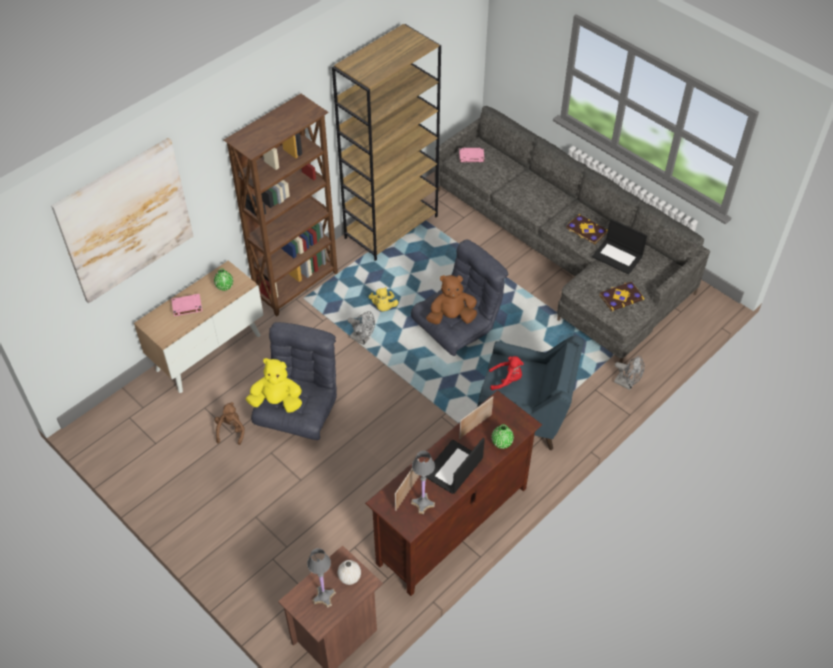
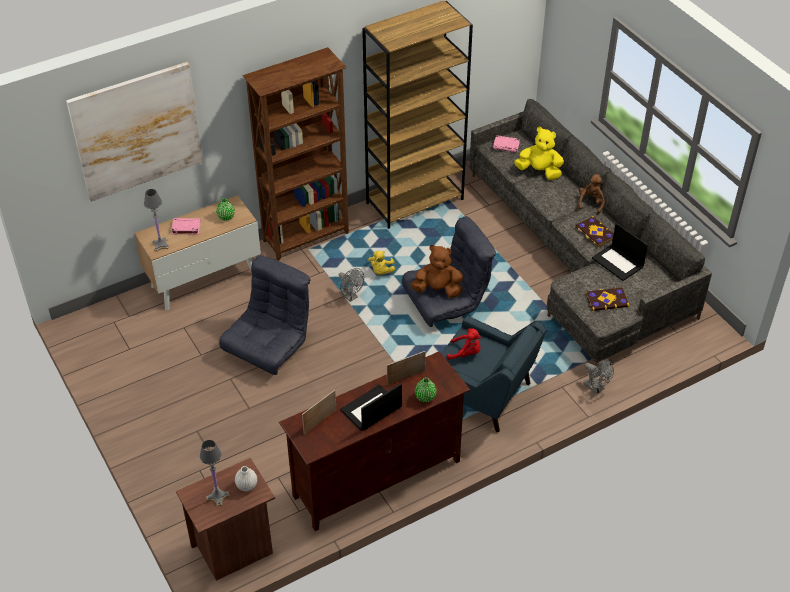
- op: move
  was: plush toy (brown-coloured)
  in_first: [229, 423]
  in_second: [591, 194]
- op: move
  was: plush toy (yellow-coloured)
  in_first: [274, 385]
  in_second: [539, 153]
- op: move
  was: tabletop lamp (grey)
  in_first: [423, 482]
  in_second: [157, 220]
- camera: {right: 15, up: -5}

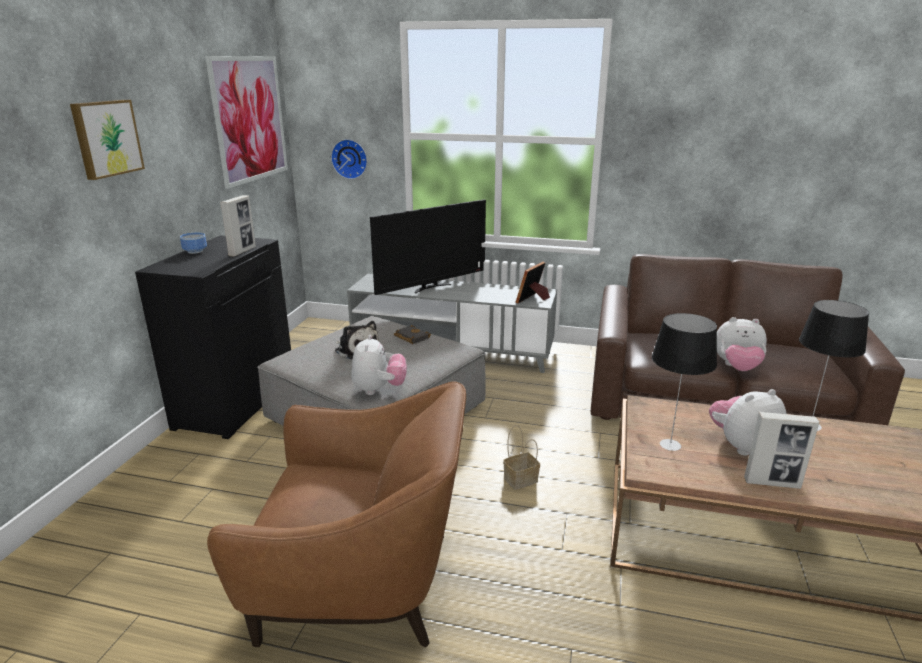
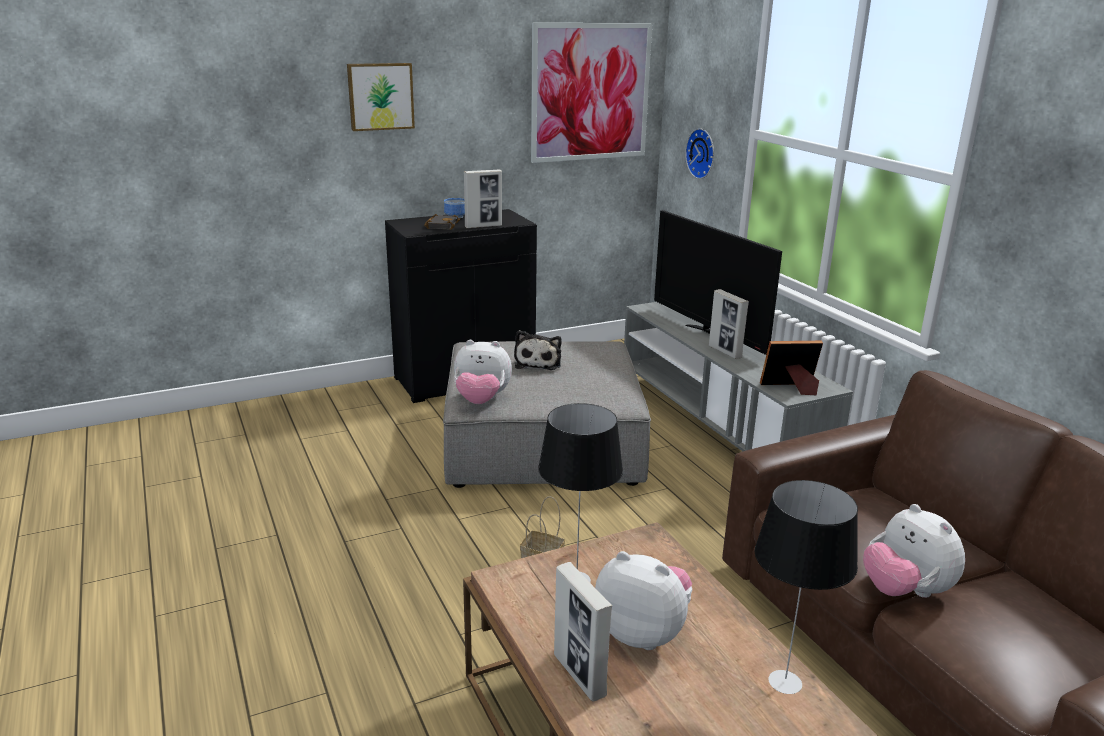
- op: delete
  was: lounge chair (brown-coloured)
  in_first: [336, 514]
- op: rotate
  was: plush toy
  in_first: [379, 365]
  in_second: [483, 372]
  clockwise: 45
- op: rotate
  was: television
  in_first: [428, 247]
  in_second: [718, 282]
  clockwise: 45
- op: move
  was: bound book (blackish)
  in_first: [412, 334]
  in_second: [442, 222]
- op: insert
  now: picture frame
  in_second: [729, 324]
- camera: {right: 50, up: 0}

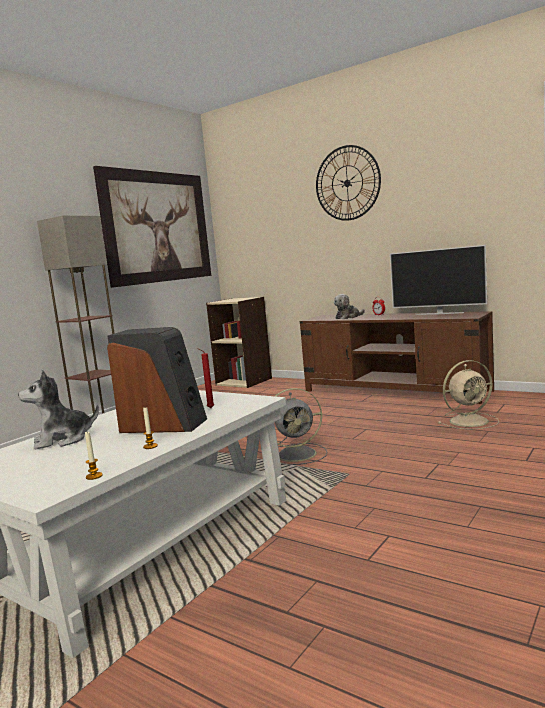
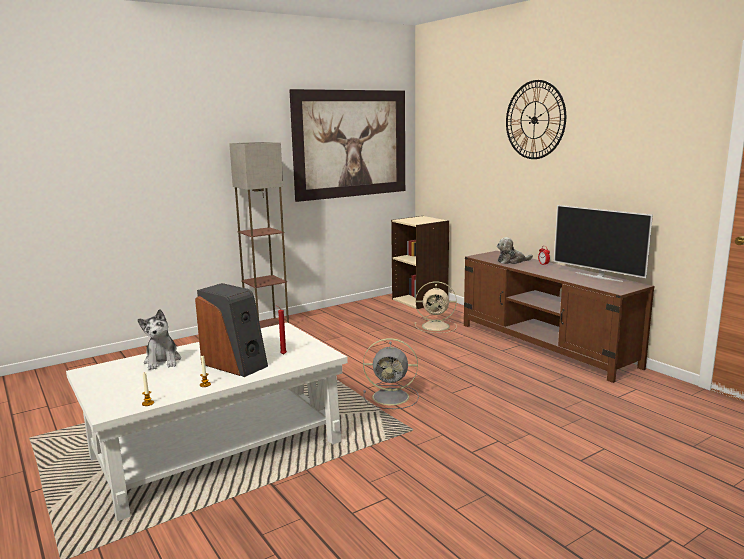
- op: rotate
  was: plush toy
  in_first: [58, 410]
  in_second: [159, 339]
  clockwise: -105
- op: move
  was: fan (beige)
  in_first: [469, 395]
  in_second: [435, 307]
- camera: {right: 20, up: 5}

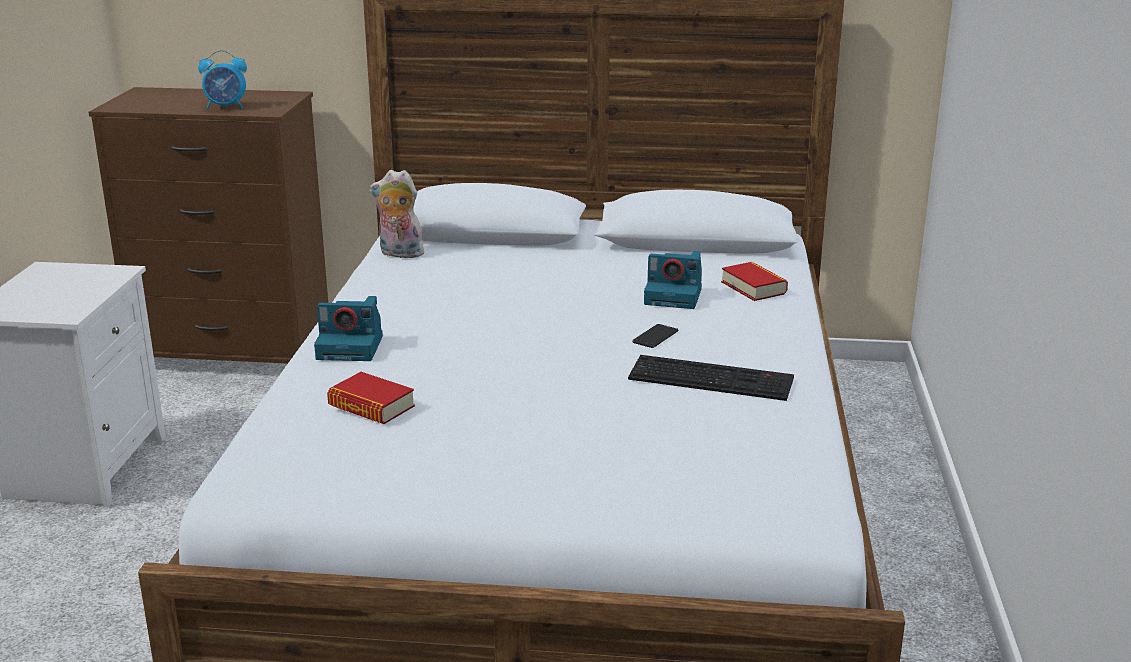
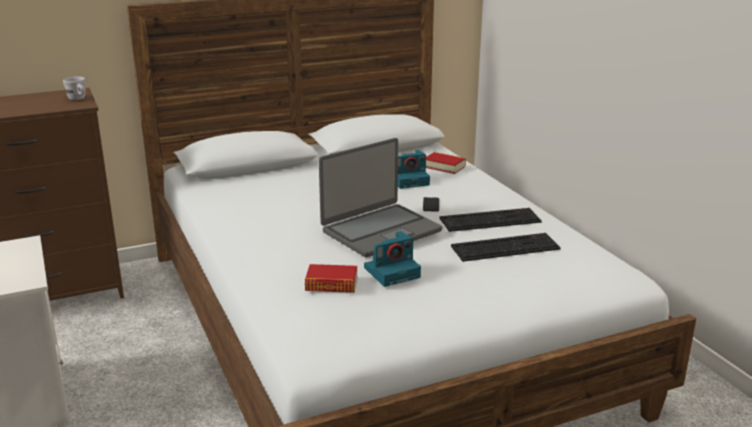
- op: delete
  was: table clock
  in_first: [222, 80]
- op: move
  was: still camera
  in_first: [348, 328]
  in_second: [392, 259]
- op: delete
  was: plush toy
  in_first: [397, 214]
- op: insert
  now: coffee mug (white-coloured)
  in_second: [74, 88]
- op: insert
  now: notebook computer
  in_second: [380, 197]
- op: insert
  now: PC keyboard
  in_second: [506, 247]
- camera: {right: -30, up: 0}

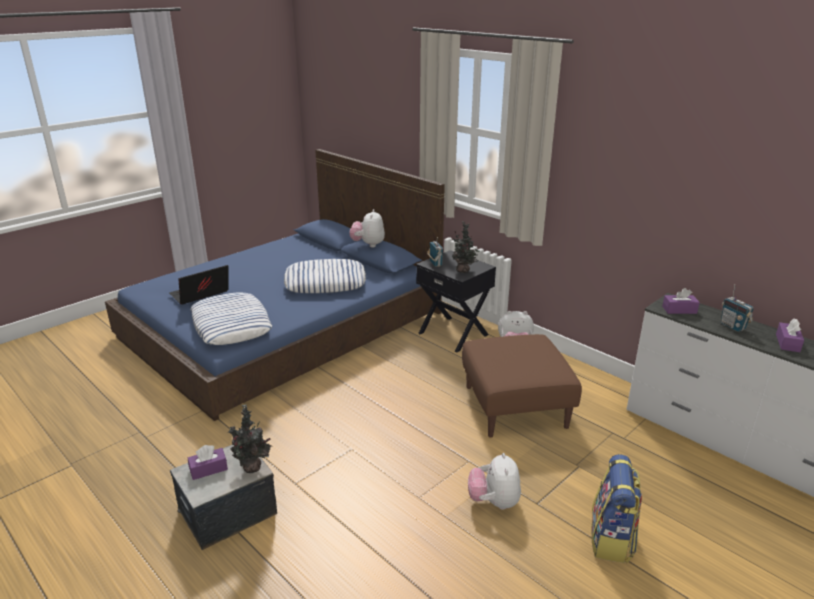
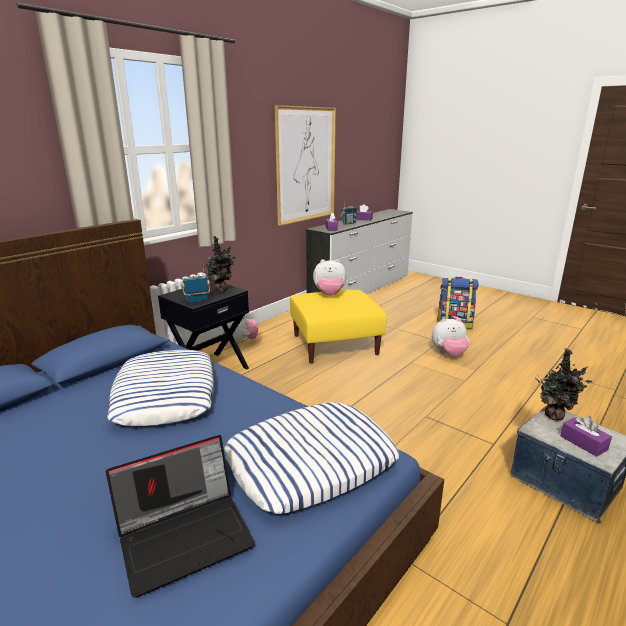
- op: rotate
  was: notebook computer
  in_first: [199, 285]
  in_second: [180, 516]
  clockwise: -75
- op: move
  was: plush toy
  in_first: [367, 228]
  in_second: [330, 277]
- op: recolor
  was: footrest (brown-coloured)
  now: footrest (yellow-coloured)
  in_first: [522, 386]
  in_second: [338, 326]
- op: insert
  now: wall art
  in_second: [305, 165]
- camera: {right: -95, up: -5}

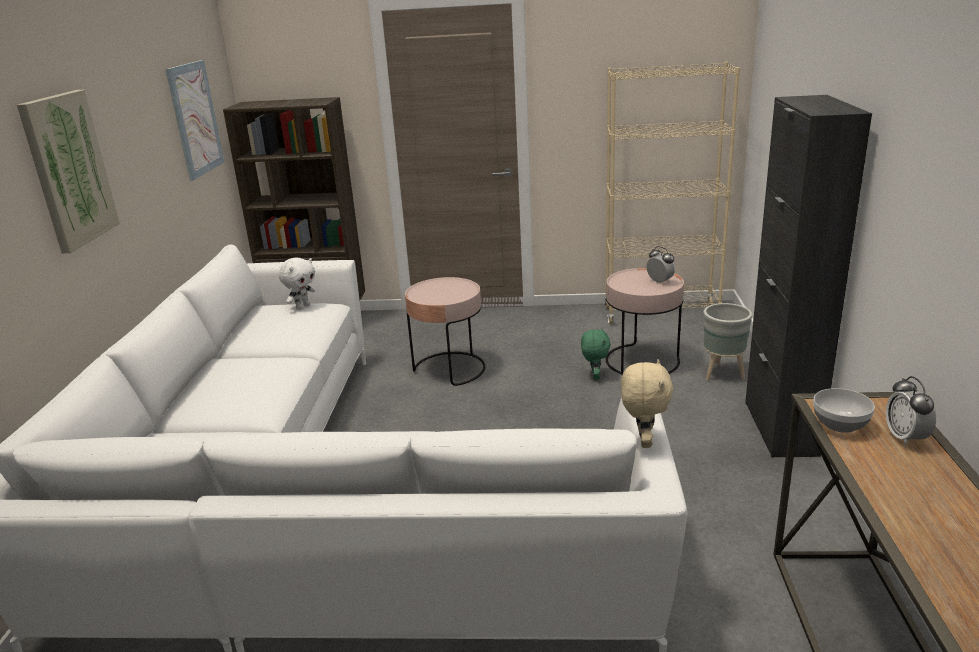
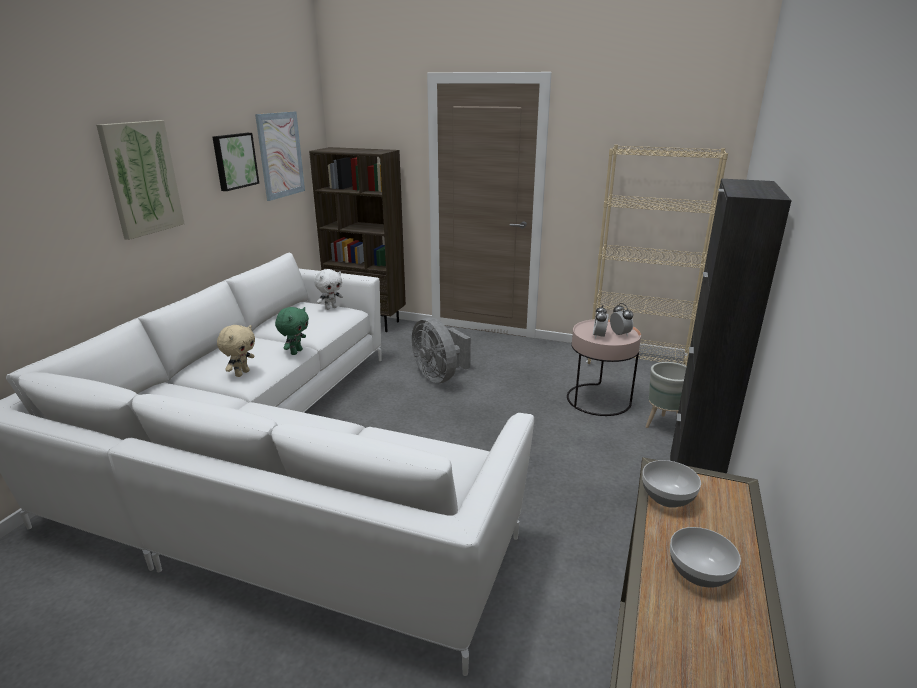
- op: replace
  was: side table (pinkish)
  now: fan (grey)
  in_first: [445, 331]
  in_second: [441, 350]
- op: move
  was: plush toy (green)
  in_first: [596, 354]
  in_second: [292, 331]
- op: move
  was: plush toy (beige)
  in_first: [647, 403]
  in_second: [236, 351]
- op: move
  was: table clock
  in_first: [911, 411]
  in_second: [601, 322]
- op: insert
  now: wall art
  in_second: [235, 162]
- op: insert
  now: deep dish
  in_second: [705, 557]
- camera: {right: 15, up: 0}

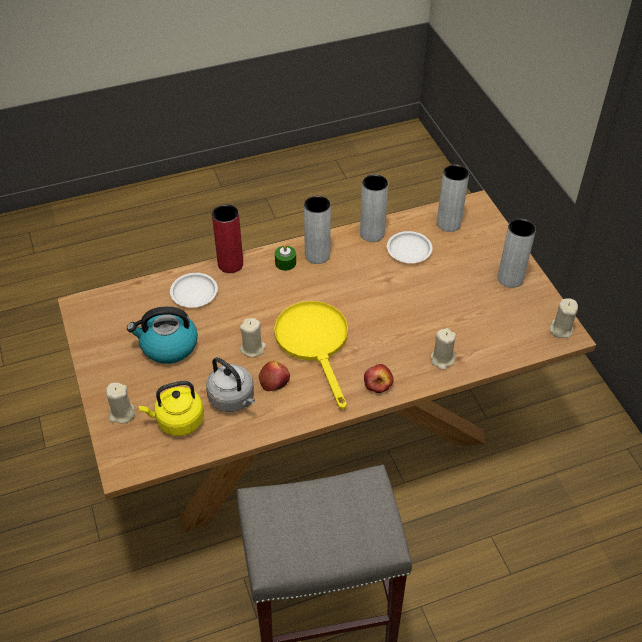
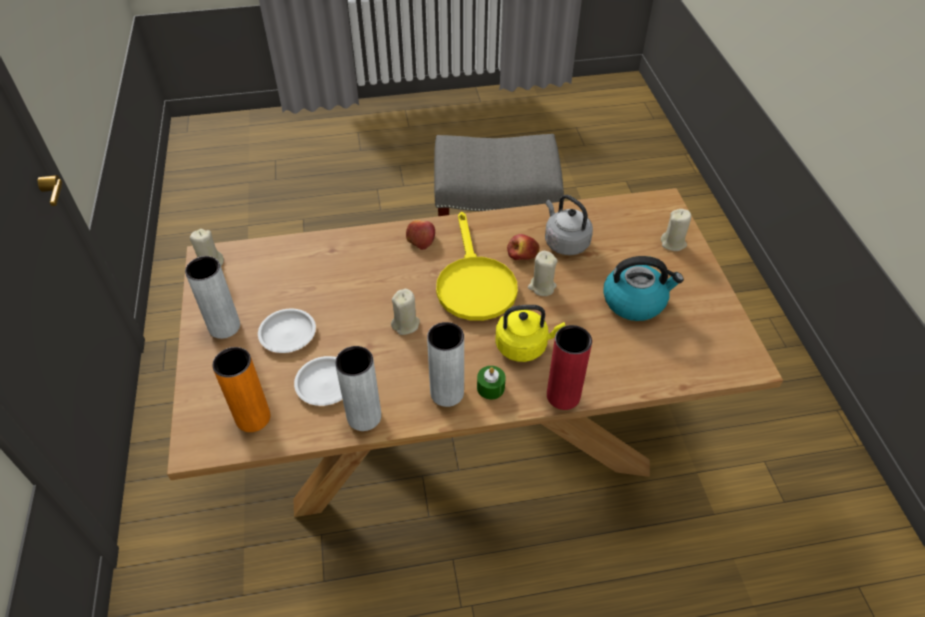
- op: move
  was: tea kettle (yellow-coloured)
  in_first: [171, 408]
  in_second: [530, 333]
- op: move
  was: flat dish (white-coloured)
  in_first: [194, 290]
  in_second: [287, 331]
- op: move
  was: wax light (beige)
  in_first: [443, 349]
  in_second: [405, 312]
- op: recolor
  was: decorative vase (grey)
  now: decorative vase (orangey)
  in_first: [453, 198]
  in_second: [241, 389]
- camera: {right: -170, up: 0}

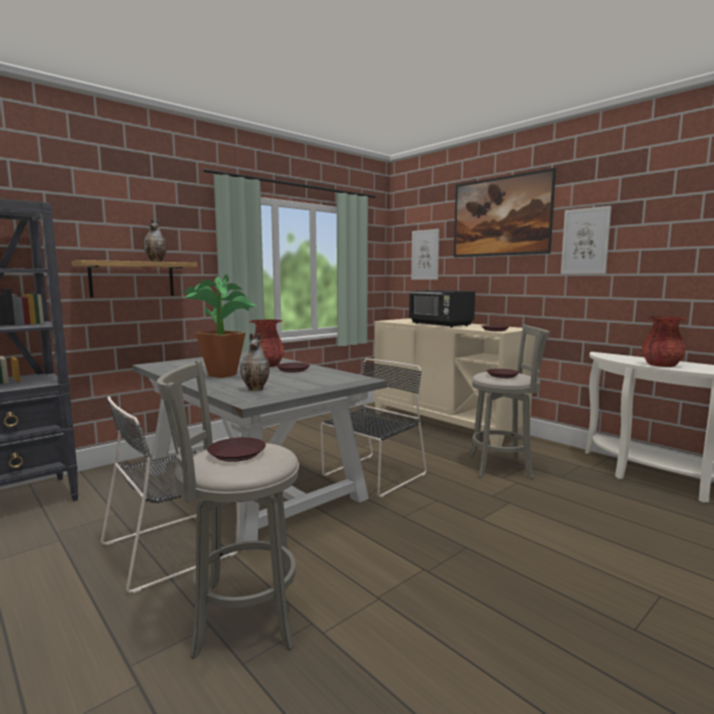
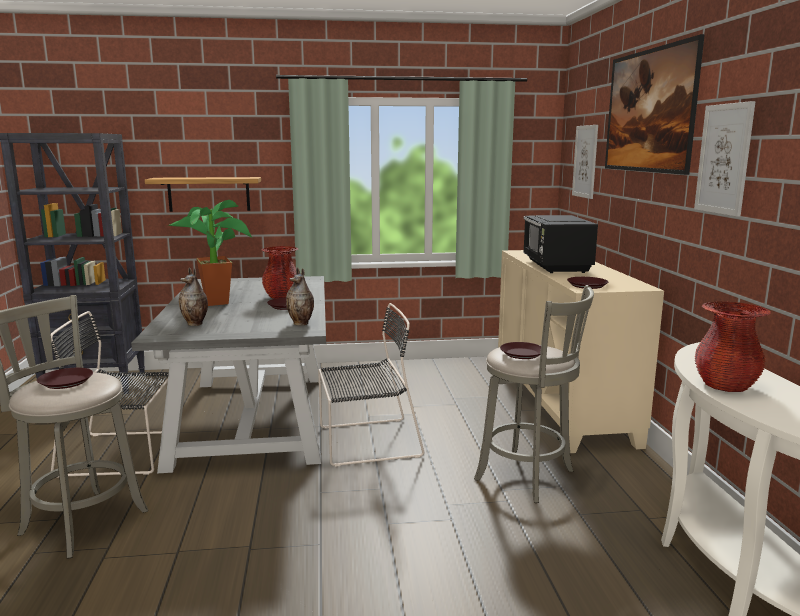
- op: move
  was: decorative vase
  in_first: [155, 240]
  in_second: [300, 296]
- camera: {right: 35, up: 5}

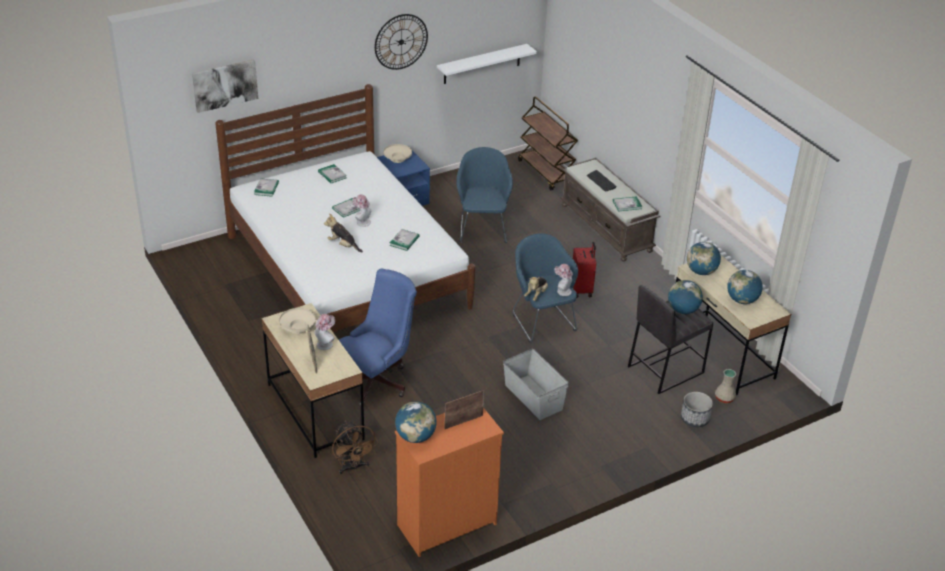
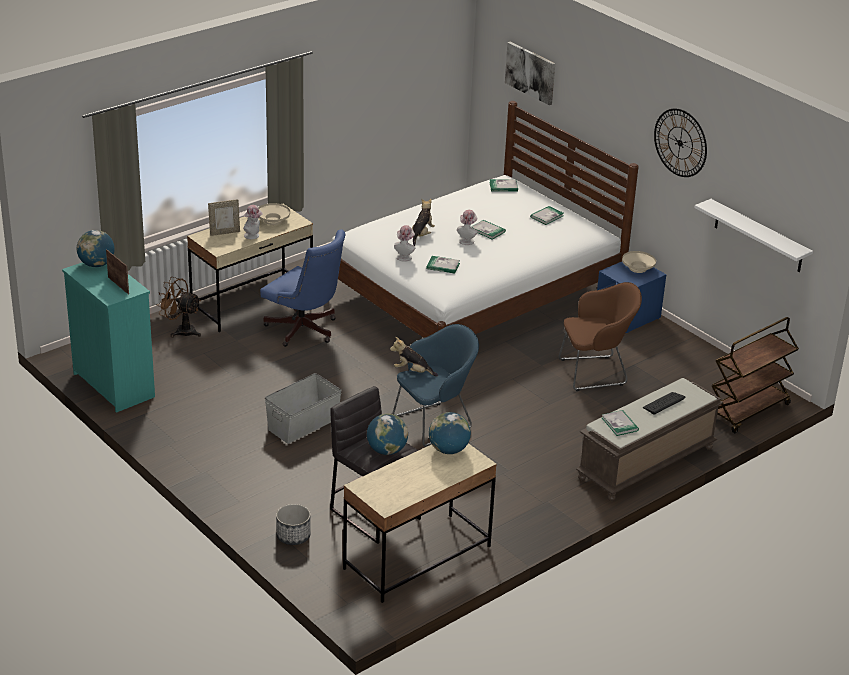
- op: rotate
  was: fan (brown-coloured)
  in_first: [355, 447]
  in_second: [179, 307]
  clockwise: 60
- op: recolor
  was: chest of drawers (orangey)
  now: chest of drawers (turquoise-coloured)
  in_first: [449, 482]
  in_second: [108, 337]
- op: recolor
  was: lounge chair (blue-coloured)
  now: lounge chair (brown-coloured)
  in_first: [484, 195]
  in_second: [600, 336]
- op: move
  was: clothing hat
  in_first: [563, 280]
  in_second: [404, 243]
- op: delete
  was: travel case (reddish)
  in_first: [584, 270]
- op: delete
  was: decorative vase (beige)
  in_first: [725, 386]
- op: delete
  was: globe
  in_first: [745, 287]
- camera: {right: 80, up: -5}

